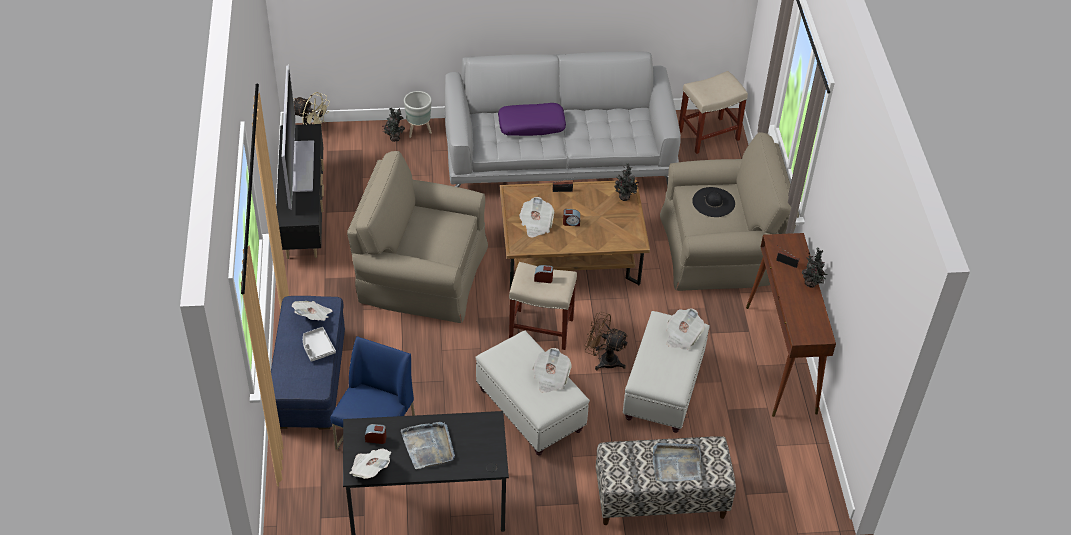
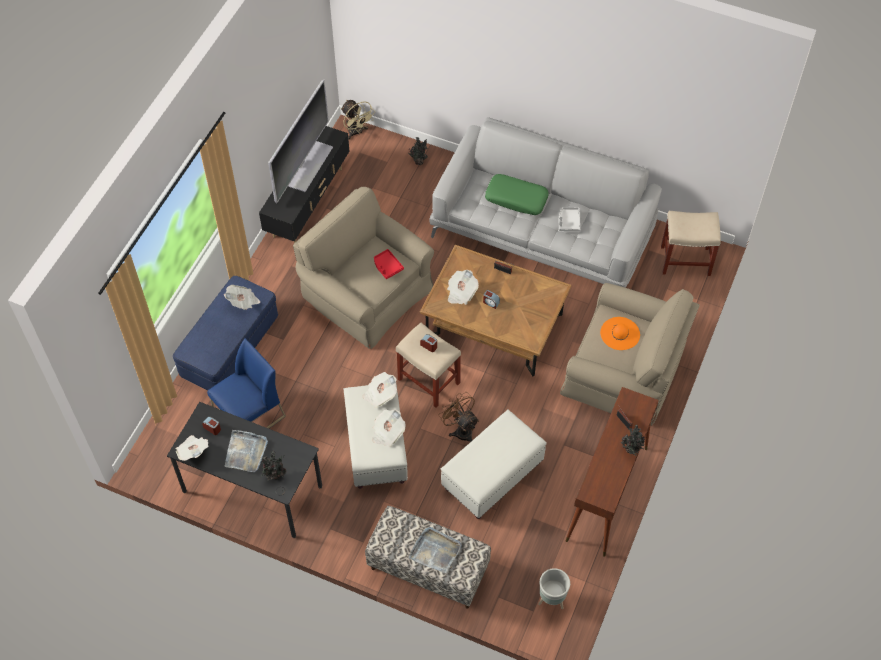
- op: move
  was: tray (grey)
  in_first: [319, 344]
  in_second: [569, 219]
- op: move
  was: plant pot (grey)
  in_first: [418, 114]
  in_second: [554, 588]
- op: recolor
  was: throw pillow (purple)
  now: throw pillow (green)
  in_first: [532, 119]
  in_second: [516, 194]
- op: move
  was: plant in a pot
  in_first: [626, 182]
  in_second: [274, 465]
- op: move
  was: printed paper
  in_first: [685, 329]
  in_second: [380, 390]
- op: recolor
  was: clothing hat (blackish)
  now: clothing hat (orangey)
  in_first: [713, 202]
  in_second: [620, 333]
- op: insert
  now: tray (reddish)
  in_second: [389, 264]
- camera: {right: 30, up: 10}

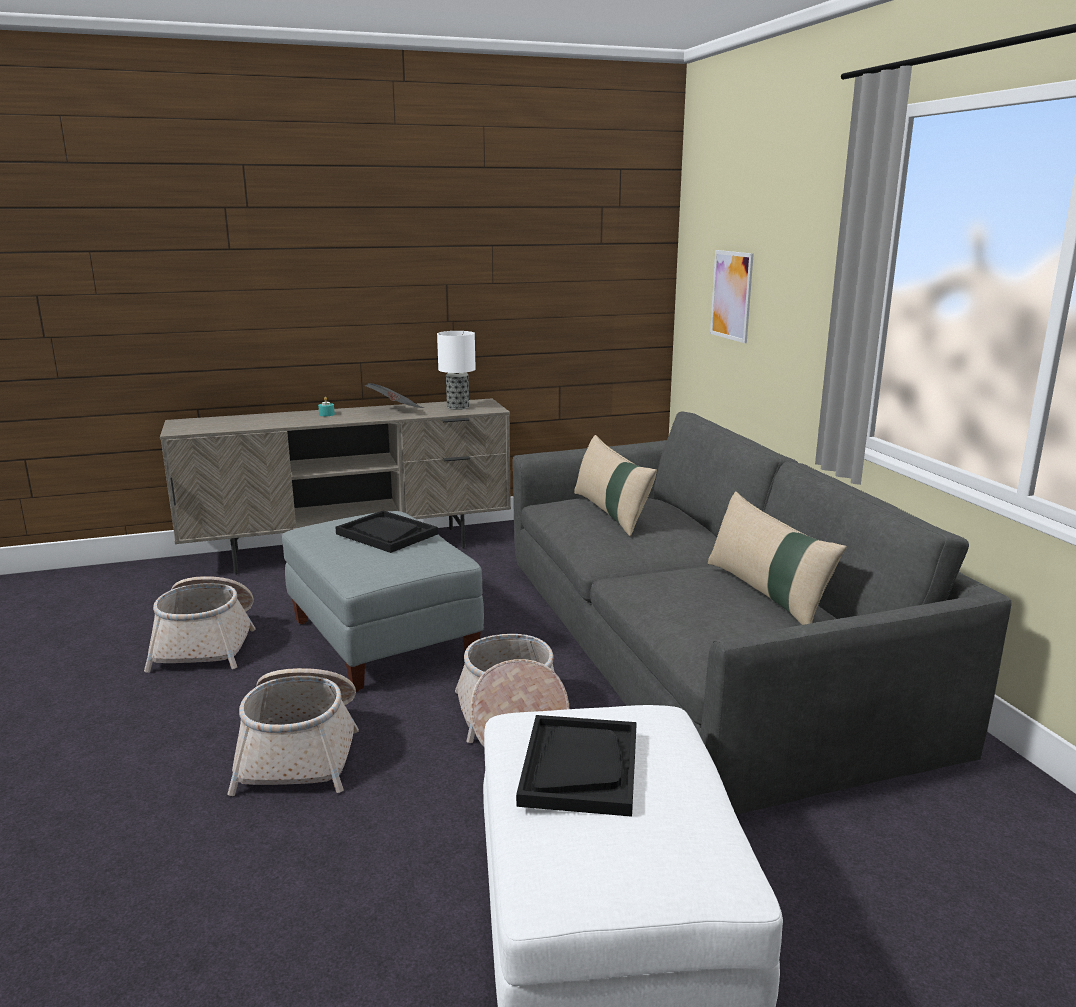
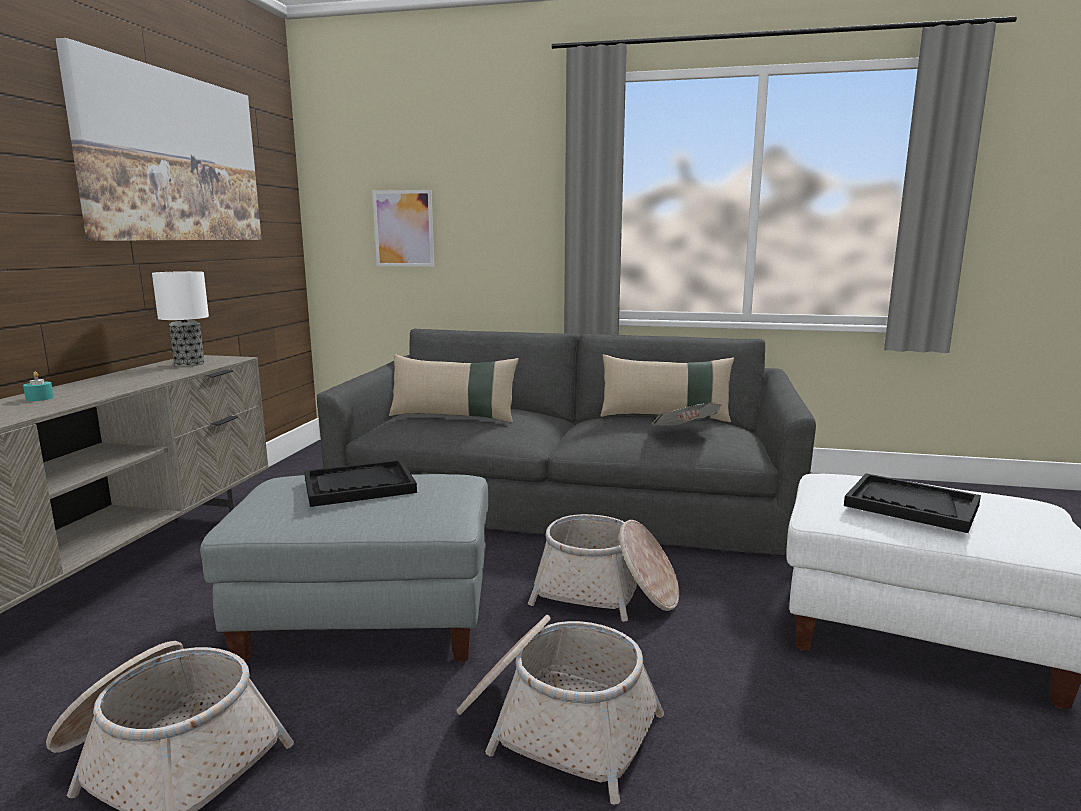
- op: move
  was: printed paper
  in_first: [394, 395]
  in_second: [687, 414]
- op: insert
  now: wall art
  in_second: [159, 139]
- camera: {right: -60, up: -5}

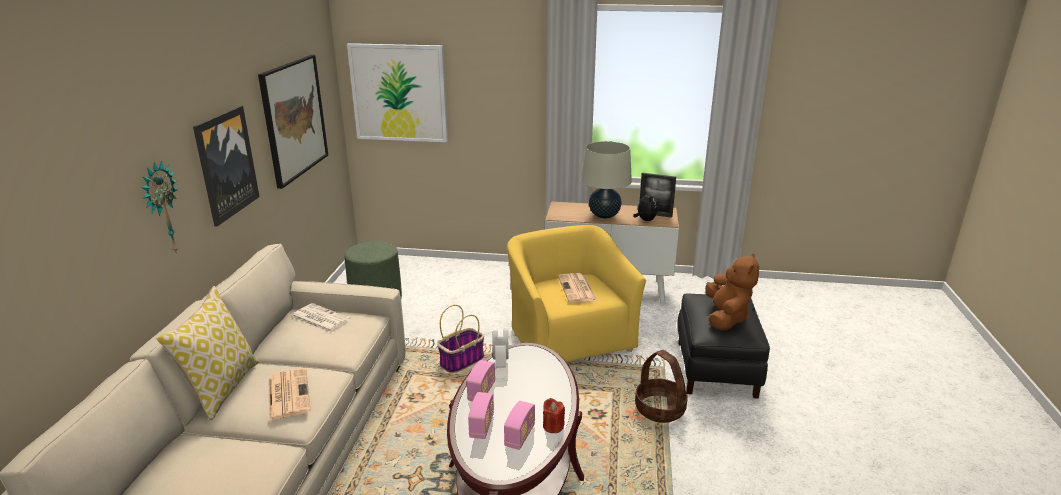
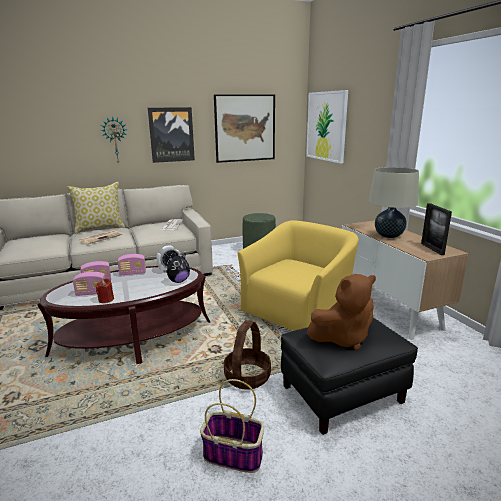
- op: move
  was: basket
  in_first: [460, 339]
  in_second: [232, 426]
- op: delete
  was: printed paper
  in_first: [577, 288]
- op: move
  was: plush toy
  in_first: [645, 206]
  in_second: [178, 268]
- camera: {right: 60, up: -5}

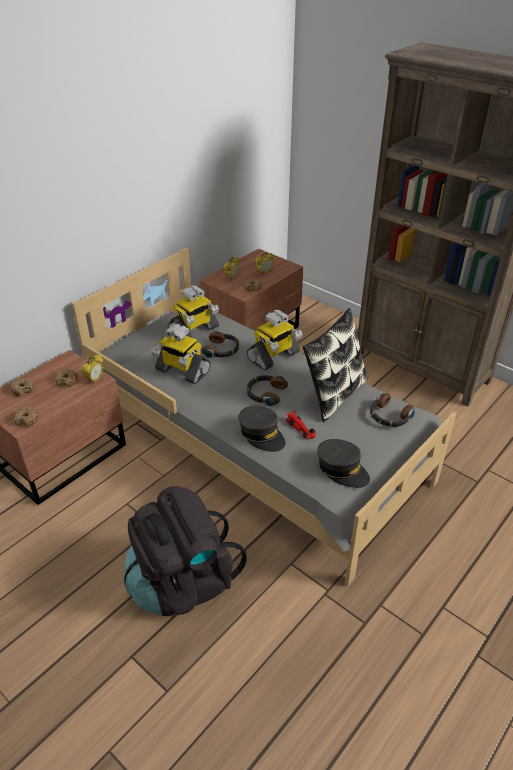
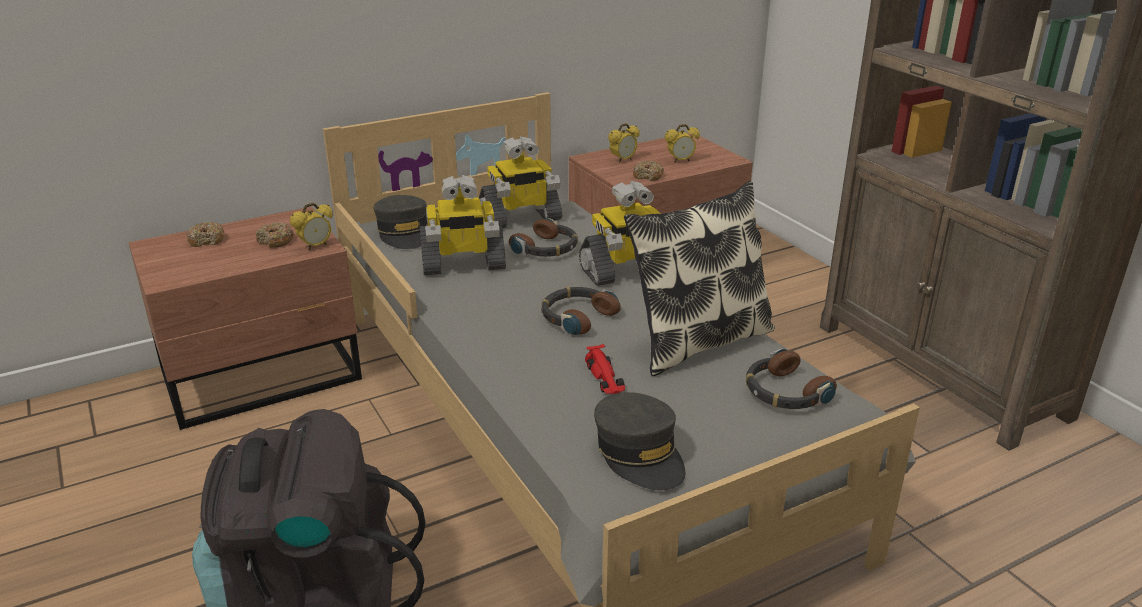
- op: delete
  was: donut
  in_first: [26, 417]
- op: rotate
  was: toy robot
  in_first: [181, 354]
  in_second: [463, 225]
  clockwise: -60
- op: move
  was: cap (grey)
  in_first: [262, 429]
  in_second: [400, 222]
- camera: {right: 20, up: -10}

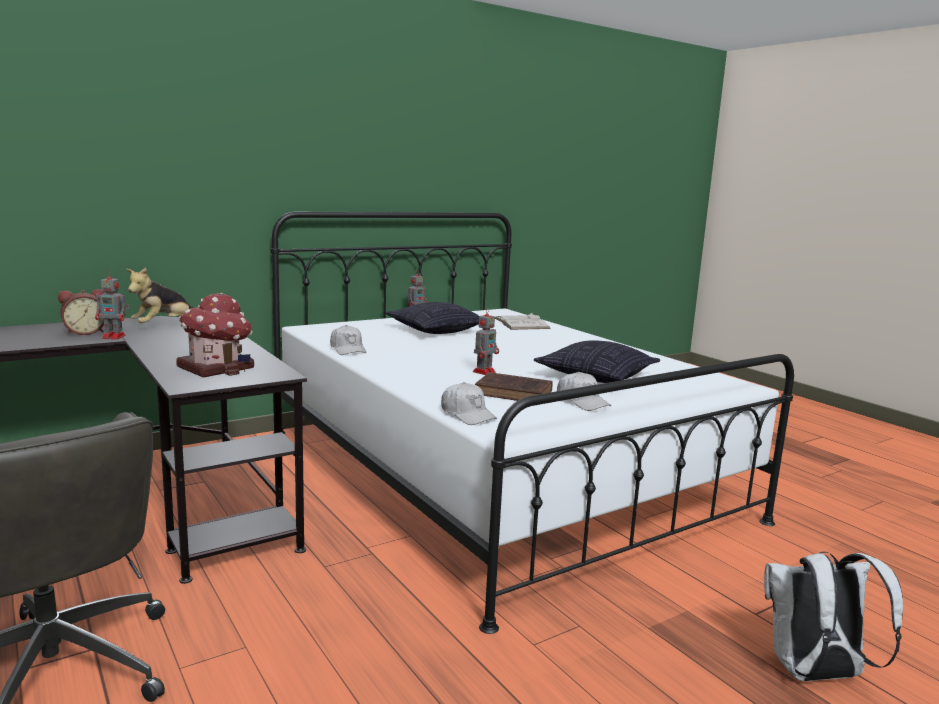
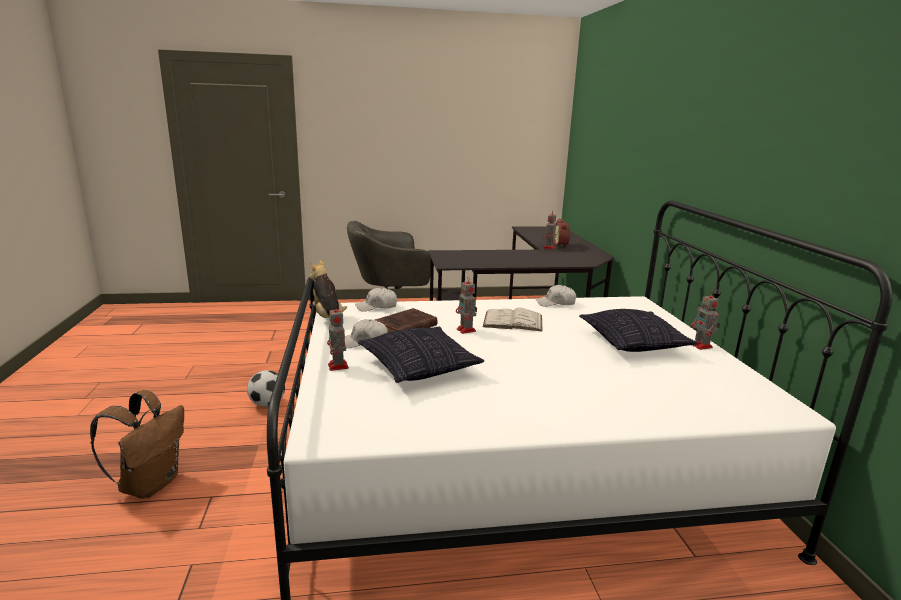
- op: move
  was: plush toy
  in_first: [159, 295]
  in_second: [328, 289]
- op: delete
  was: model house
  in_first: [215, 335]
- op: move
  was: bound book (white-coloured)
  in_first: [523, 321]
  in_second: [512, 319]
- op: recolor
  was: rucksack (white-coloured)
  now: rucksack (brown-coloured)
  in_first: [833, 616]
  in_second: [137, 444]
- op: insert
  now: football ball
  in_second: [266, 388]
- op: insert
  now: toy robot
  in_second: [338, 337]
- camera: {right: 115, up: 5}

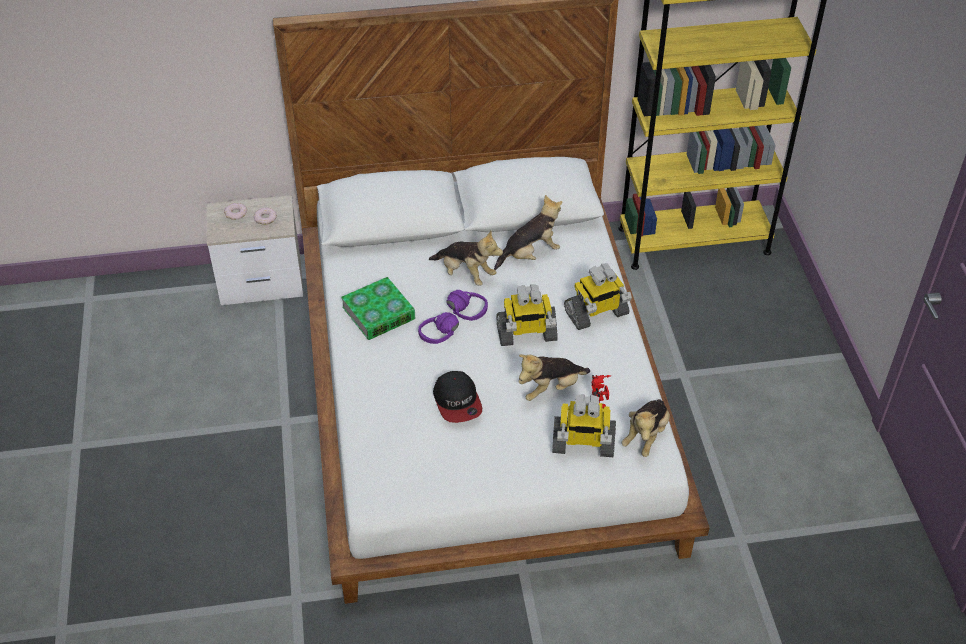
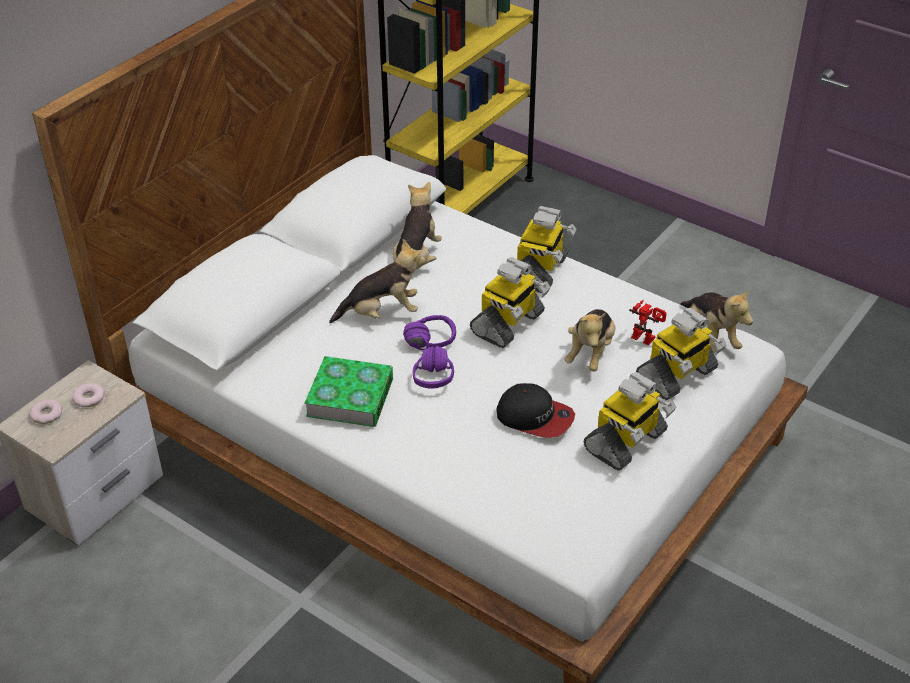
- op: insert
  now: toy robot
  in_second: [630, 421]
- camera: {right: -45, up: -5}

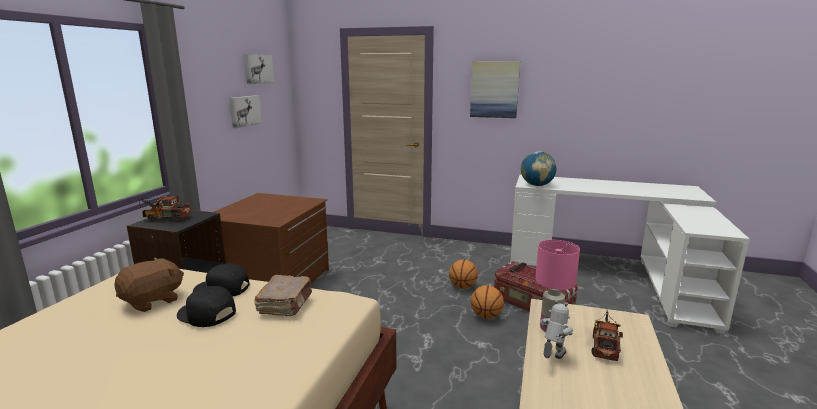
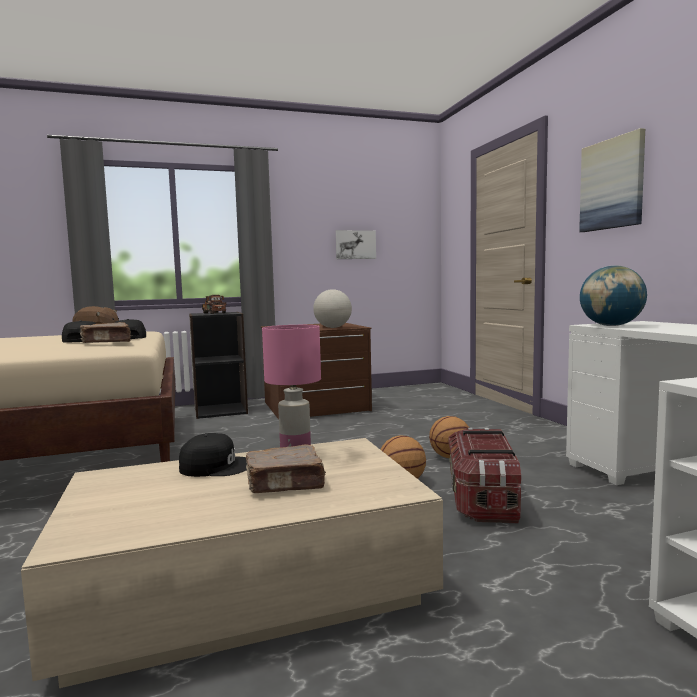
- op: delete
  was: wall art
  in_first: [259, 69]
- op: replace
  was: toy robot
  now: cap (blackish)
  in_first: [557, 329]
  in_second: [213, 455]
- op: replace
  was: toy truck
  now: bound book (brown-coloured)
  in_first: [607, 335]
  in_second: [286, 468]
- op: insert
  now: globe
  in_second: [332, 308]
- camera: {right: 55, up: -10}

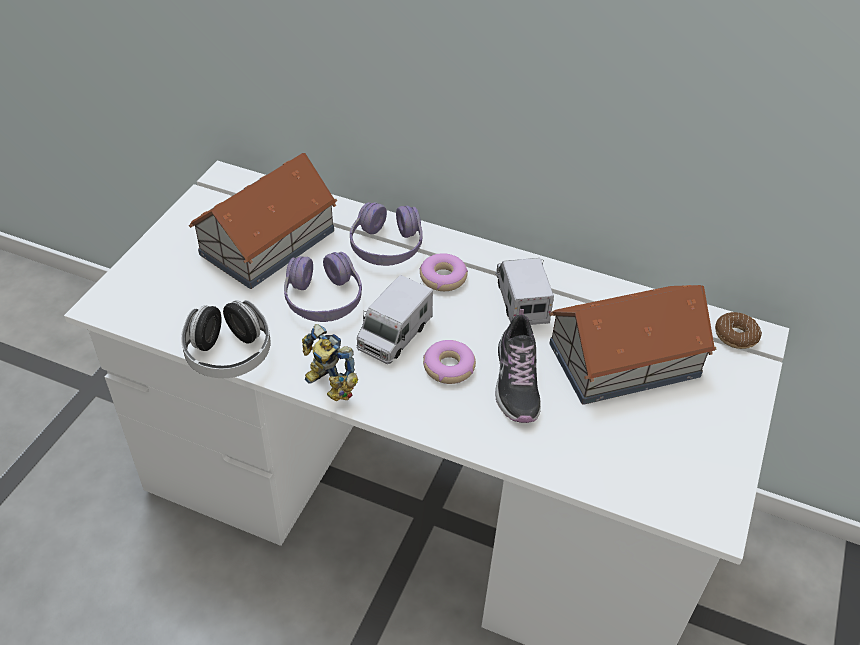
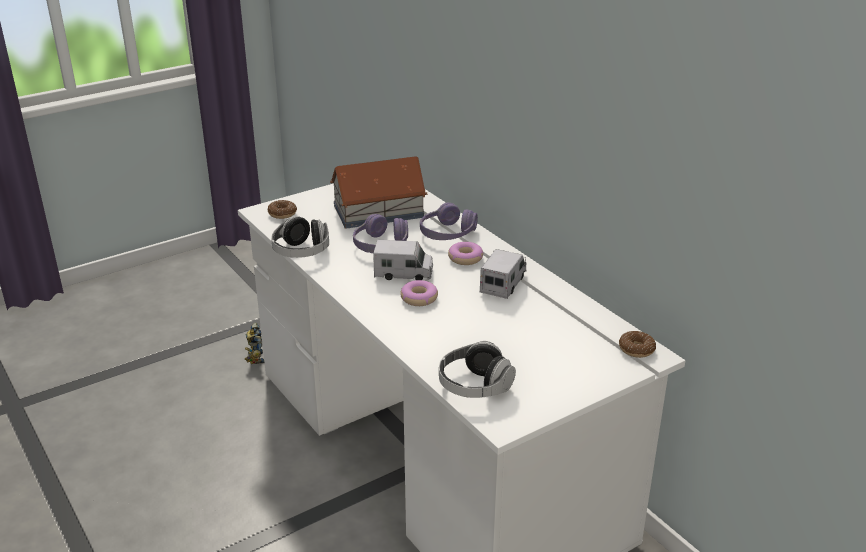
- op: move
  was: toy robot
  in_first: [330, 362]
  in_second: [254, 343]
- op: rotate
  was: toy truck
  in_first: [394, 319]
  in_second: [403, 260]
  clockwise: -150
- op: delete
  was: shoe
  in_first: [518, 366]
- op: delete
  was: model house
  in_first: [633, 345]
- op: insert
  now: donut
  in_second: [282, 209]
- op: insert
  now: pair of headphones
  in_second: [477, 369]
- camera: {right: 35, up: -15}

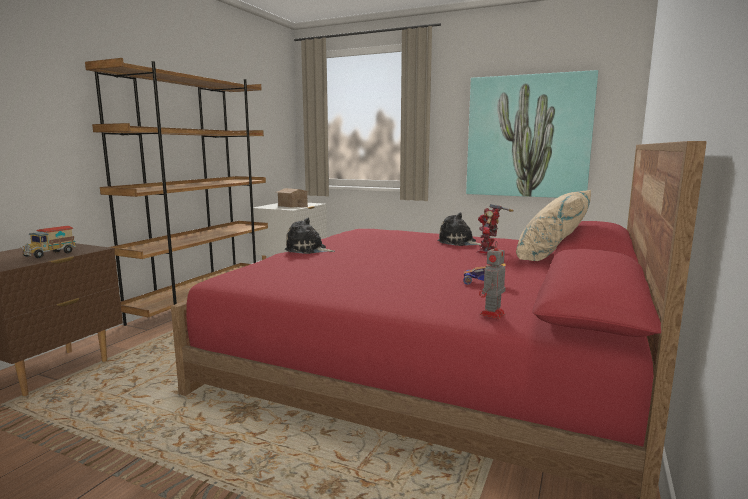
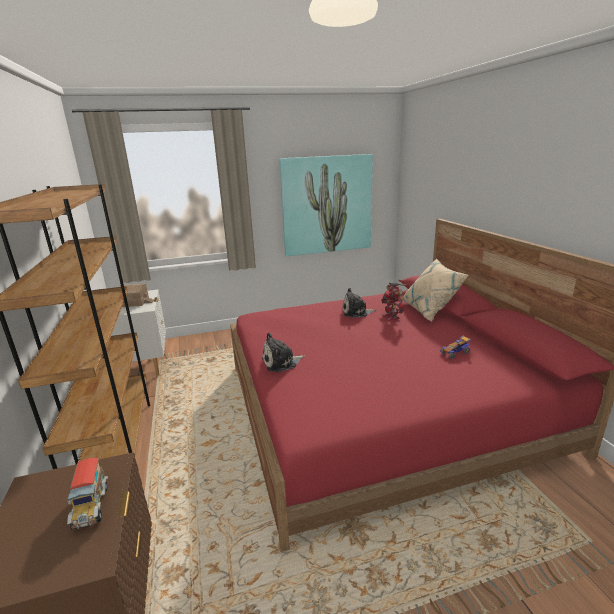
- op: delete
  was: toy robot
  in_first: [492, 280]
- camera: {right: -40, up: 10}

